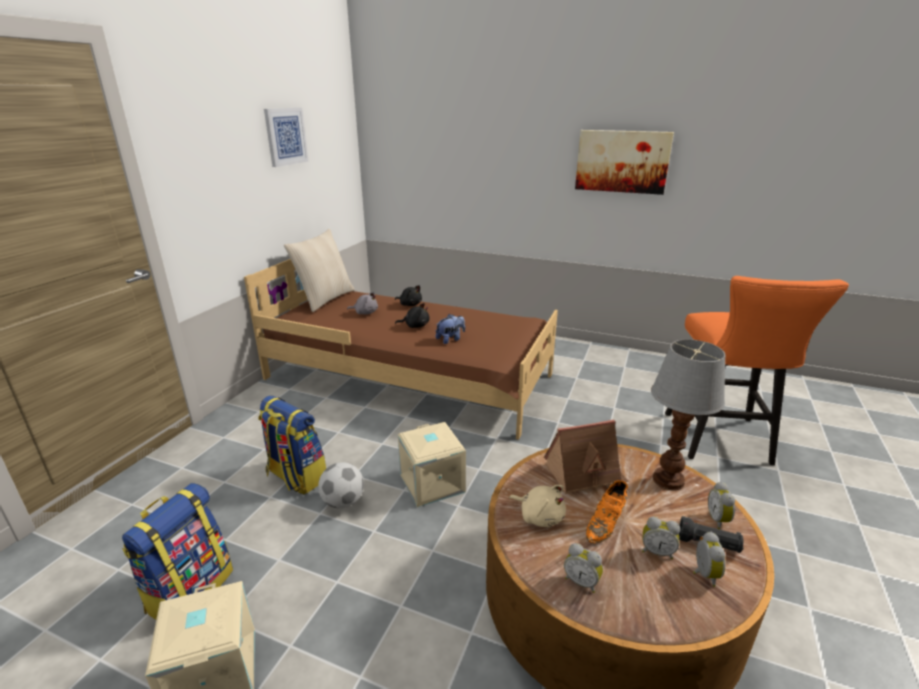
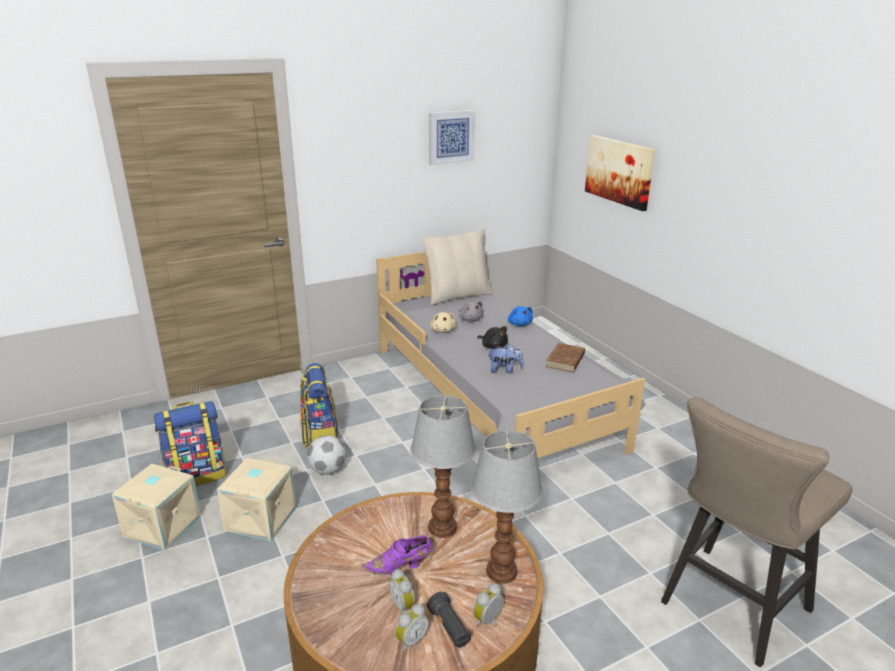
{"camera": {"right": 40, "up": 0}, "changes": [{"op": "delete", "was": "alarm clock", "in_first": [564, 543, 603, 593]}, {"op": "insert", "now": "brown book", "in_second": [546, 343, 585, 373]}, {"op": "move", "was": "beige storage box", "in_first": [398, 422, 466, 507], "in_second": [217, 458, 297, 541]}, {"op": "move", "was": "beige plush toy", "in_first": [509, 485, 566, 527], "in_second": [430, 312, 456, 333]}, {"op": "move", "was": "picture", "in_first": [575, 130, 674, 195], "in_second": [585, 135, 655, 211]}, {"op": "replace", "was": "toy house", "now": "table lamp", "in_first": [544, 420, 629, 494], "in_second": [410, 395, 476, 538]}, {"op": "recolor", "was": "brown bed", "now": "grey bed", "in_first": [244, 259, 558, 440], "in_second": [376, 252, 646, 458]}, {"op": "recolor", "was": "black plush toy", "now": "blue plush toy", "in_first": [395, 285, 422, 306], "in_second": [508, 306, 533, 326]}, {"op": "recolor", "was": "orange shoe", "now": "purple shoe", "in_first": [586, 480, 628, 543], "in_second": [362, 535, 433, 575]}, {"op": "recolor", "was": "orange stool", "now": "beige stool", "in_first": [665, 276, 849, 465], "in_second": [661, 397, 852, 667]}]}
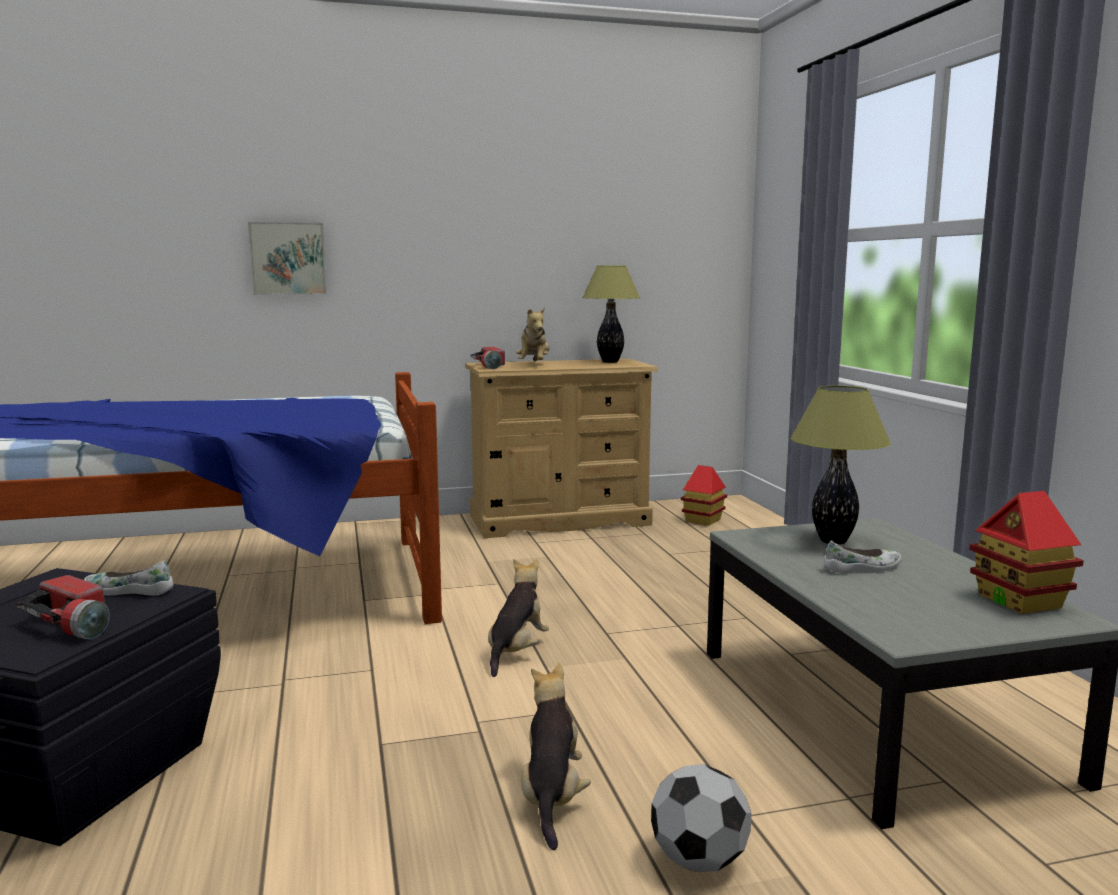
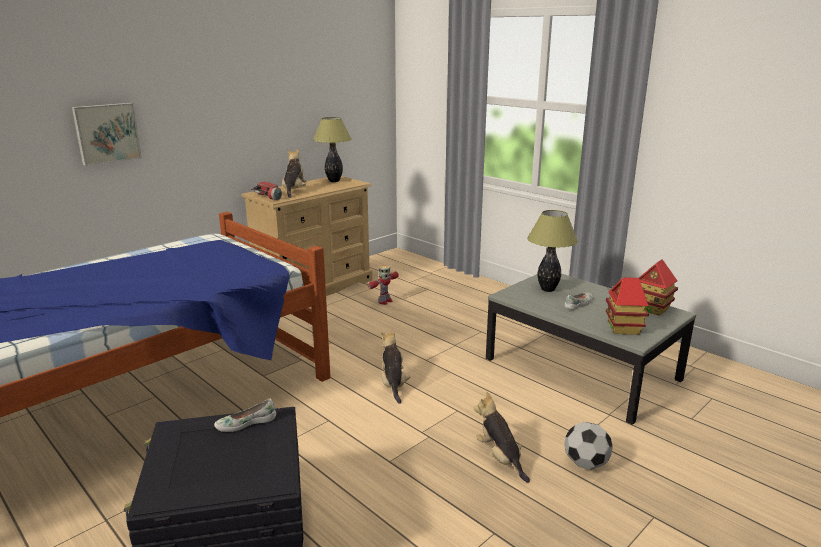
{"camera": {"right": -30, "up": 10}, "changes": [{"op": "delete", "was": "flashlight", "in_first": [16, 575, 110, 639]}, {"op": "insert", "now": "toy robot", "in_second": [368, 265, 399, 305]}, {"op": "move", "was": "toy house", "in_first": [681, 465, 727, 526], "in_second": [606, 277, 649, 335]}, {"op": "rotate", "was": "plush toy", "in_first": [516, 307, 550, 361], "in_second": [282, 149, 307, 198], "clockwise": -150}]}
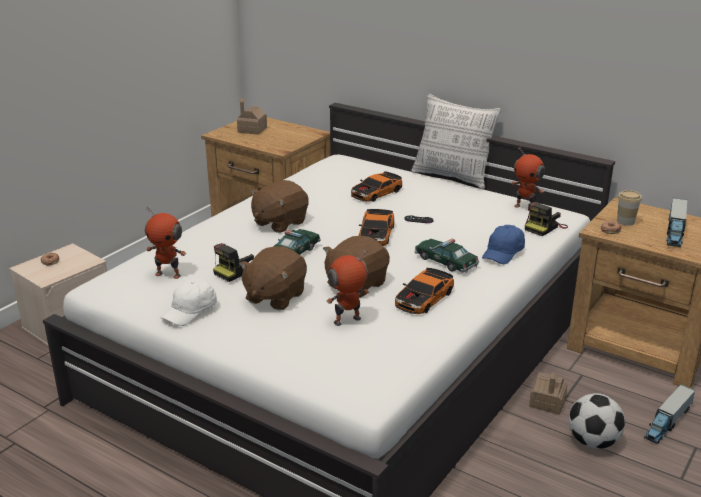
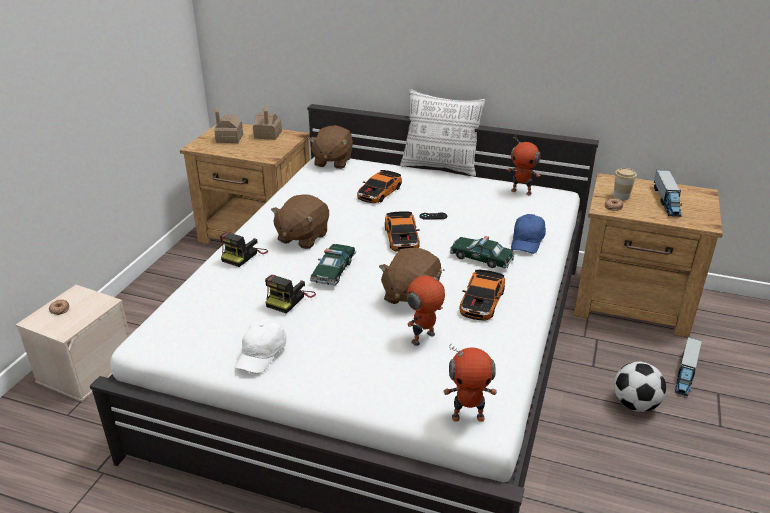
{"camera": {"right": -15, "up": 5}, "changes": [{"op": "move", "was": "toy robot", "in_first": [145, 206, 186, 279], "in_second": [443, 344, 497, 422]}, {"op": "move", "was": "brown plush toy", "in_first": [239, 246, 307, 310], "in_second": [309, 125, 353, 169]}, {"op": "move", "was": "photo camera", "in_first": [525, 202, 568, 236], "in_second": [220, 232, 268, 267]}, {"op": "move", "was": "toy house", "in_first": [529, 372, 568, 415], "in_second": [253, 106, 282, 140]}]}
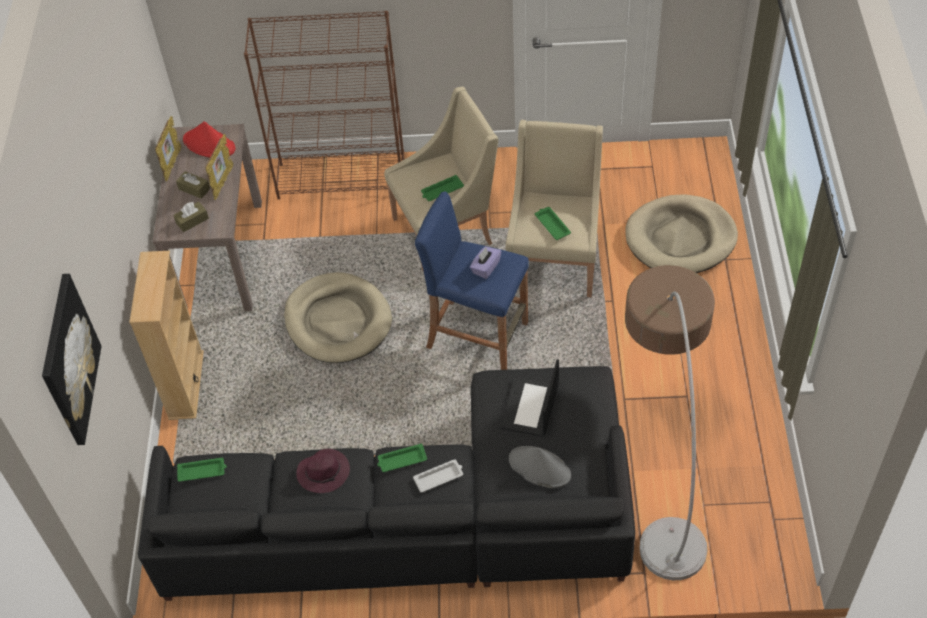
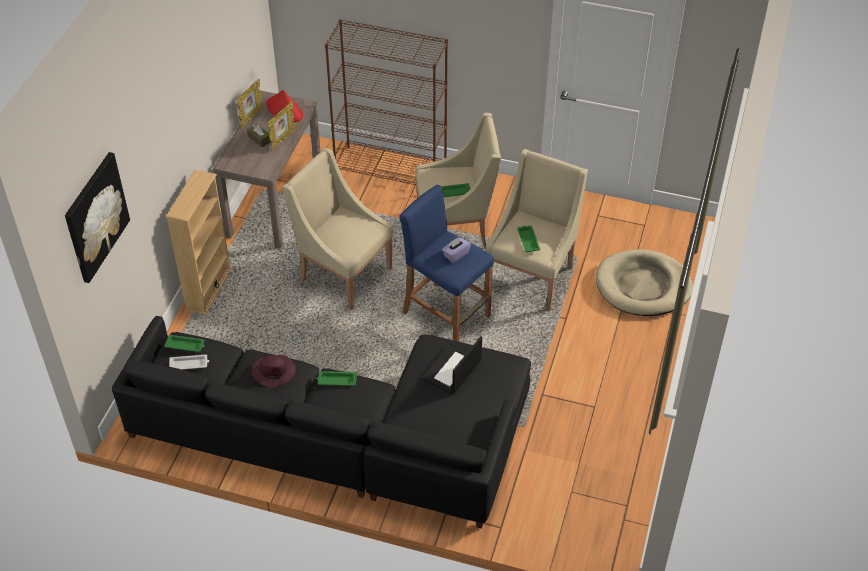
{"camera": {"right": 15, "up": -5}, "changes": [{"op": "delete", "was": "brown tissue box", "in_first": [173, 201, 209, 232]}, {"op": "delete", "was": "grey hat", "in_first": [509, 446, 571, 488]}, {"op": "delete", "was": "floor lamp", "in_first": [625, 265, 715, 580]}, {"op": "move", "was": "white tray", "in_first": [413, 459, 463, 493], "in_second": [169, 355, 209, 370]}, {"op": "replace", "was": "beige dog bed", "now": "beige armchair", "in_first": [284, 272, 392, 363], "in_second": [282, 148, 393, 310]}]}
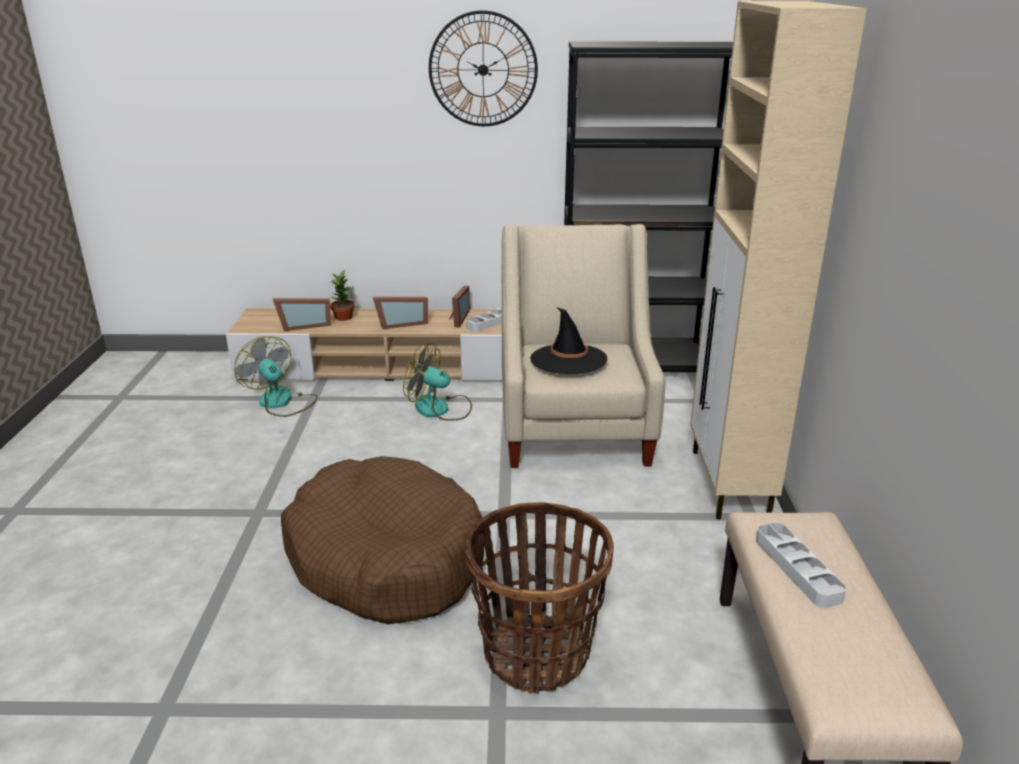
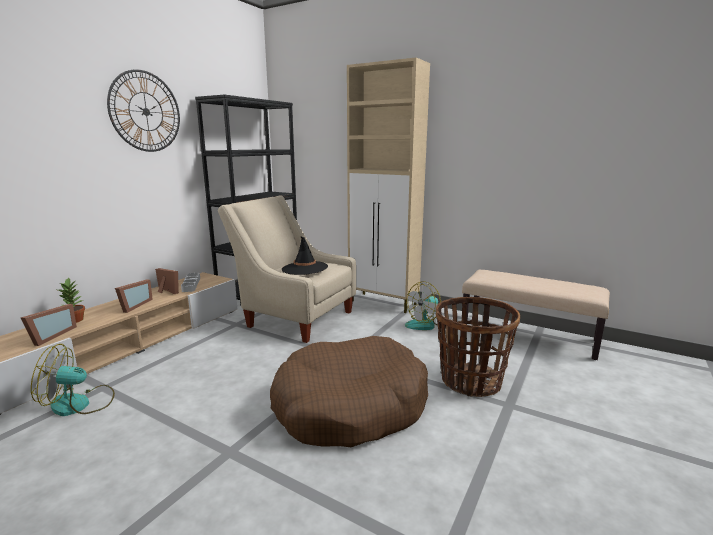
{"camera": {"right": -60, "up": -10}, "changes": [{"op": "delete", "was": "grey tray", "in_first": [756, 523, 846, 608]}, {"op": "move", "was": "fan", "in_first": [403, 343, 472, 421], "in_second": [405, 281, 441, 330]}]}
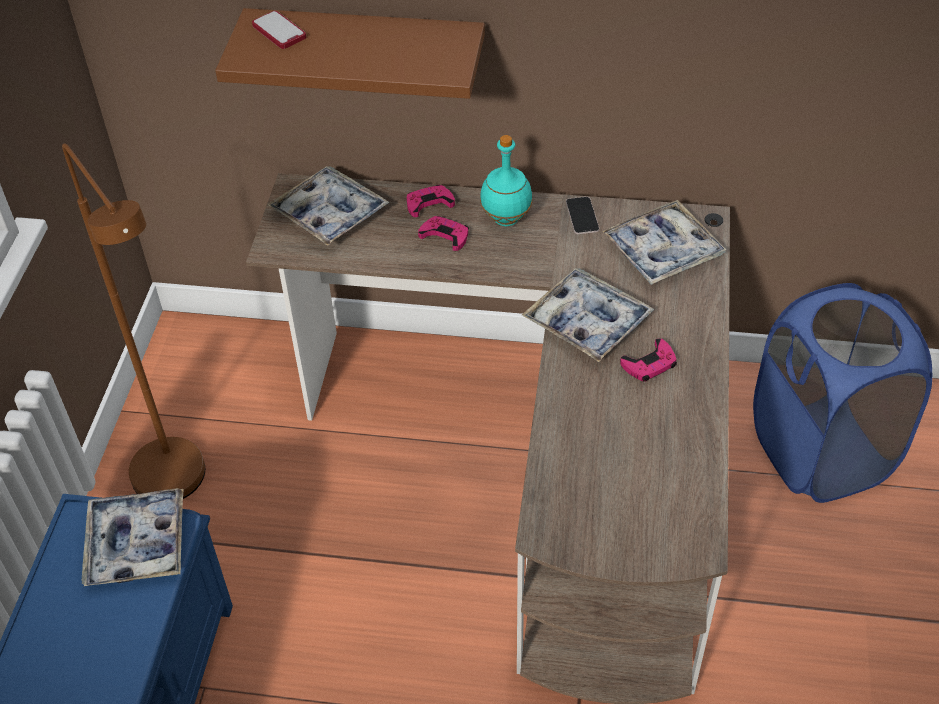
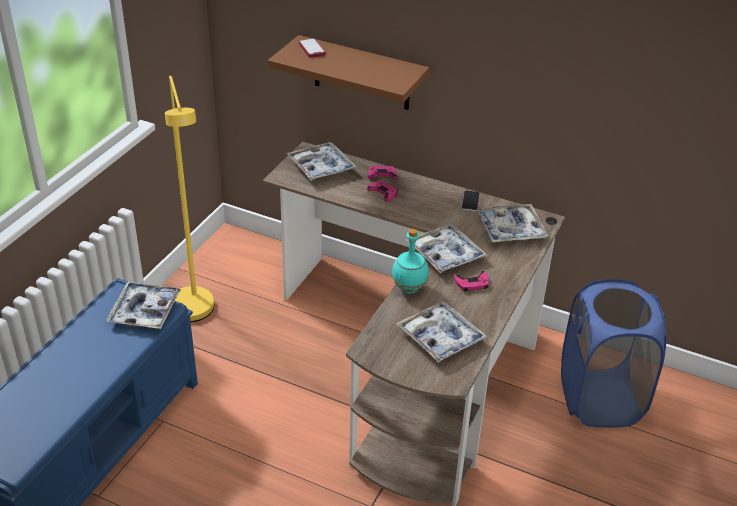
{"camera": {"right": 15, "up": -10}, "changes": [{"op": "insert", "now": "tray", "in_second": [396, 302, 487, 363]}, {"op": "move", "was": "turquoise bottle", "in_first": [480, 135, 533, 226], "in_second": [392, 229, 429, 294]}, {"op": "recolor", "was": "brown floor lamp", "now": "yellow floor lamp", "in_first": [62, 143, 205, 499], "in_second": [165, 76, 214, 322]}]}
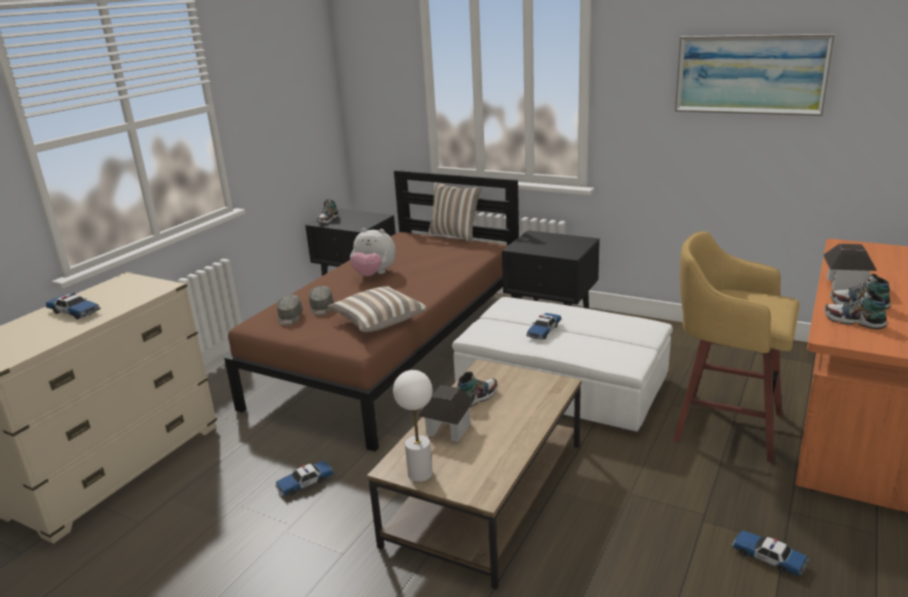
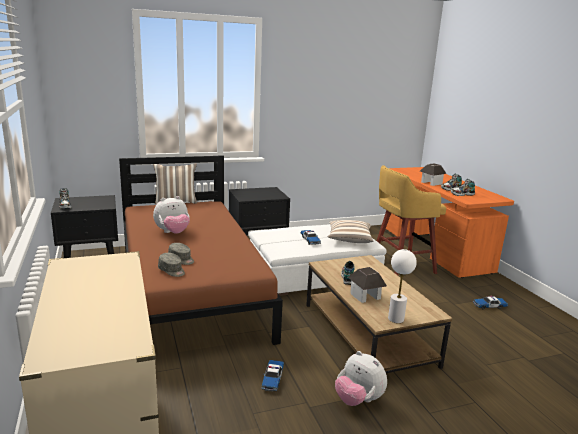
{"camera": {"right": -50, "up": -5}, "changes": [{"op": "delete", "was": "toy car", "in_first": [45, 293, 100, 319]}, {"op": "delete", "was": "picture", "in_first": [675, 34, 835, 116]}, {"op": "insert", "now": "plush toy", "in_second": [335, 351, 387, 406]}, {"op": "move", "was": "pillow", "in_first": [327, 286, 427, 332], "in_second": [328, 220, 373, 243]}]}
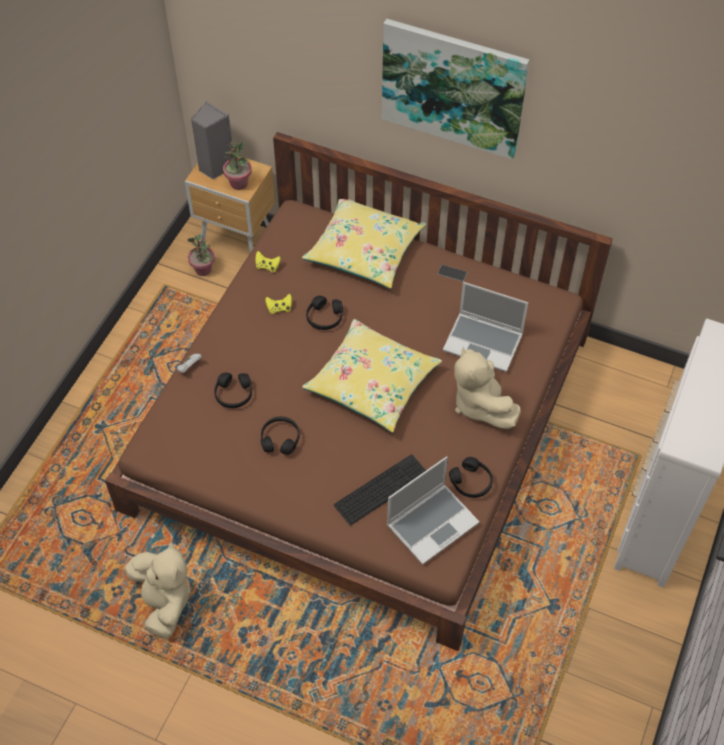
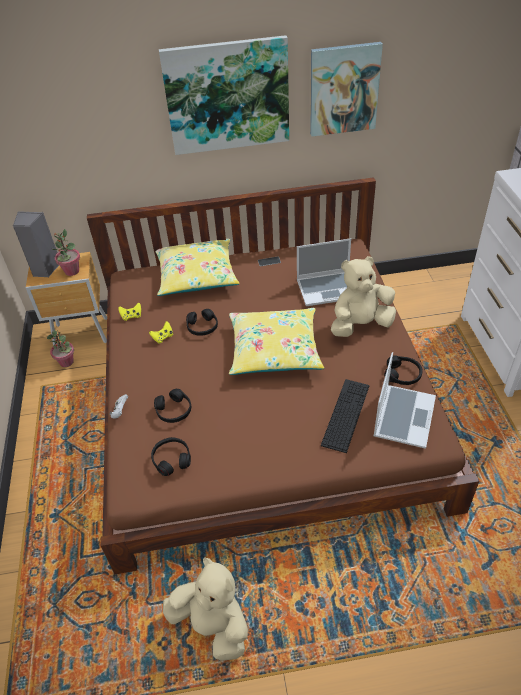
{"camera": {"right": -30, "up": -10}, "changes": [{"op": "insert", "now": "picture", "in_second": [310, 42, 383, 136]}, {"op": "move", "was": "black headphones", "in_first": [261, 417, 300, 455], "in_second": [151, 437, 191, 476]}, {"op": "rotate", "was": "beige plush toy", "in_first": [454, 347, 521, 429], "in_second": [331, 256, 396, 337], "clockwise": 120}]}
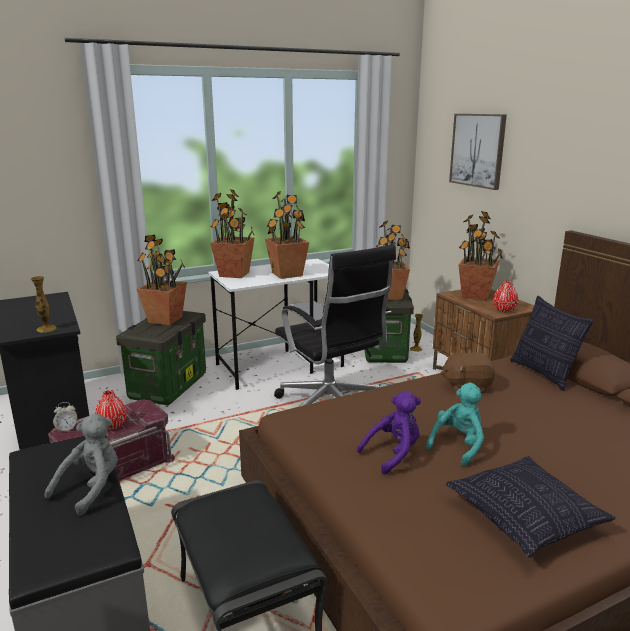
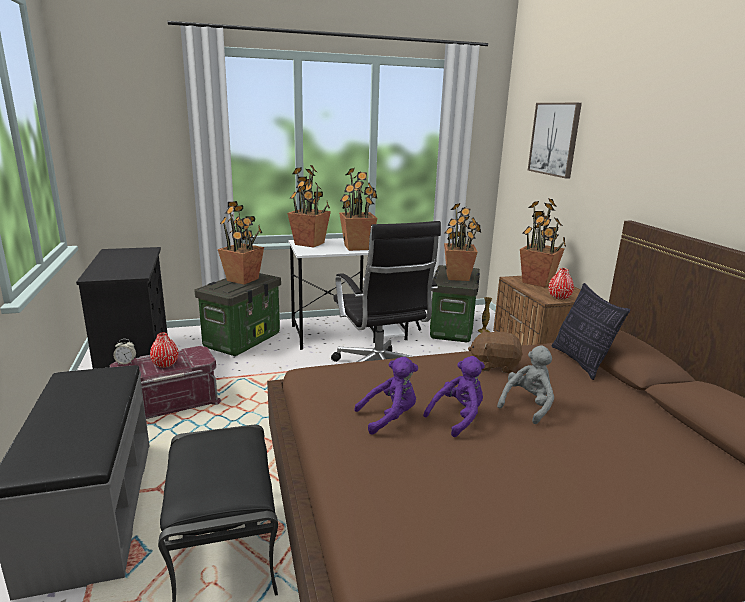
{"camera": {"right": 10, "up": 0}, "changes": [{"op": "delete", "was": "vase", "in_first": [30, 276, 56, 332]}, {"op": "delete", "was": "pillow", "in_first": [446, 456, 616, 558]}, {"op": "move", "was": "grey plush toy", "in_first": [44, 414, 118, 516], "in_second": [497, 345, 554, 424]}, {"op": "recolor", "was": "turquoise plush toy", "now": "purple plush toy", "in_first": [426, 383, 484, 466], "in_second": [423, 356, 485, 437]}]}
